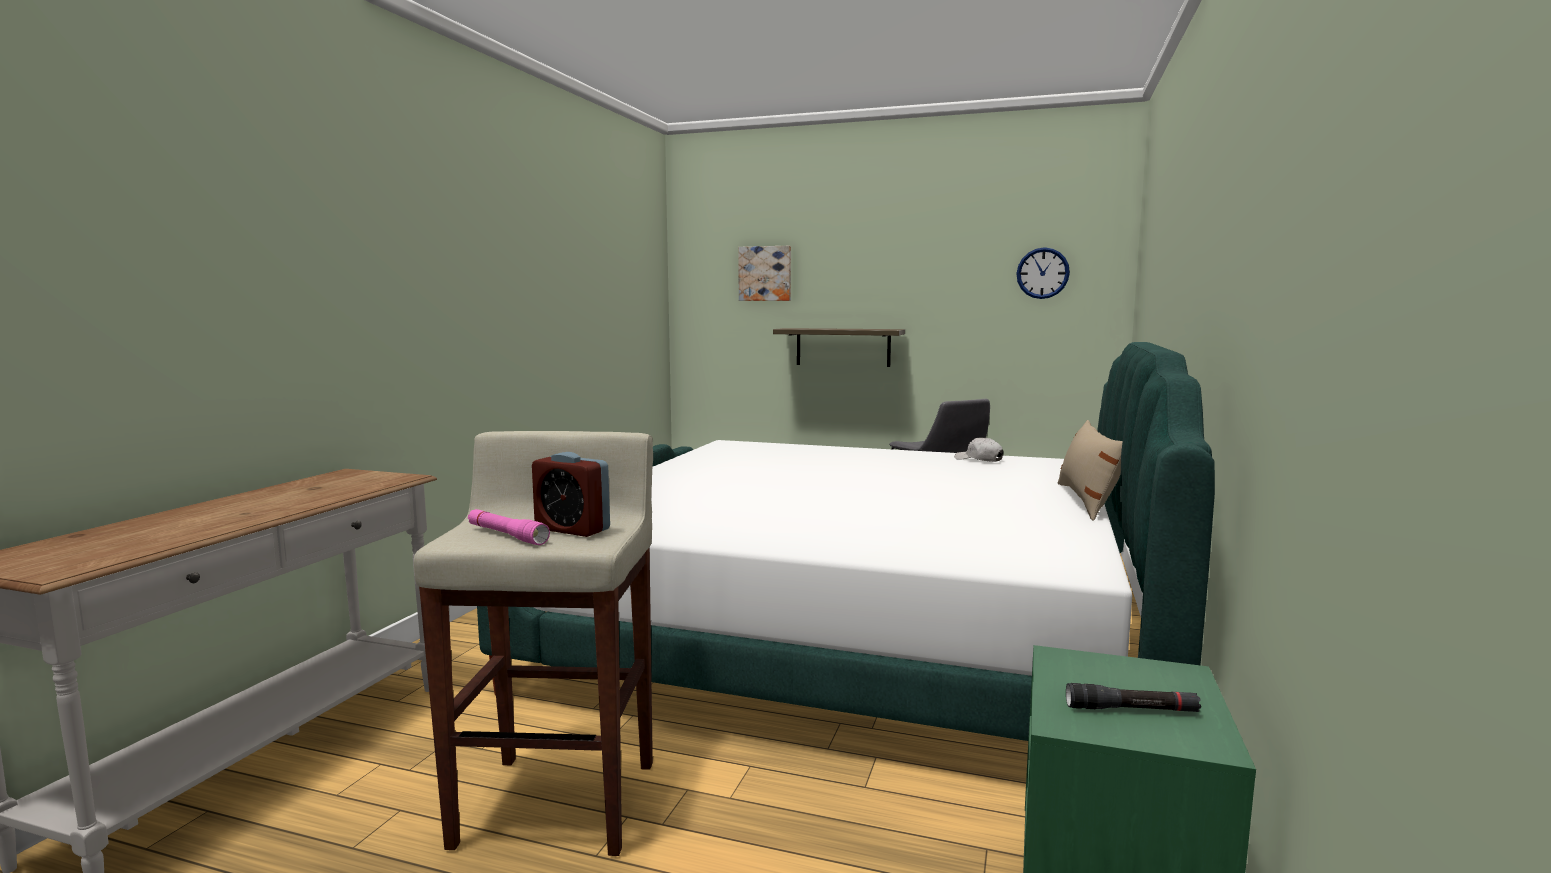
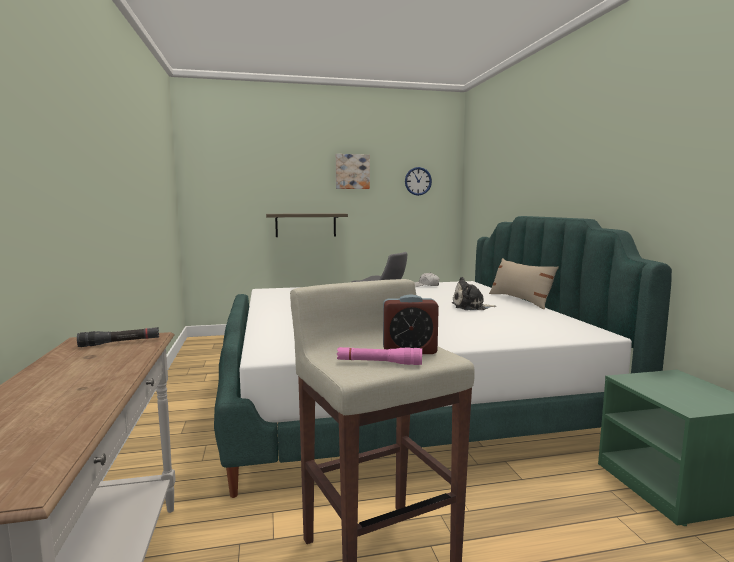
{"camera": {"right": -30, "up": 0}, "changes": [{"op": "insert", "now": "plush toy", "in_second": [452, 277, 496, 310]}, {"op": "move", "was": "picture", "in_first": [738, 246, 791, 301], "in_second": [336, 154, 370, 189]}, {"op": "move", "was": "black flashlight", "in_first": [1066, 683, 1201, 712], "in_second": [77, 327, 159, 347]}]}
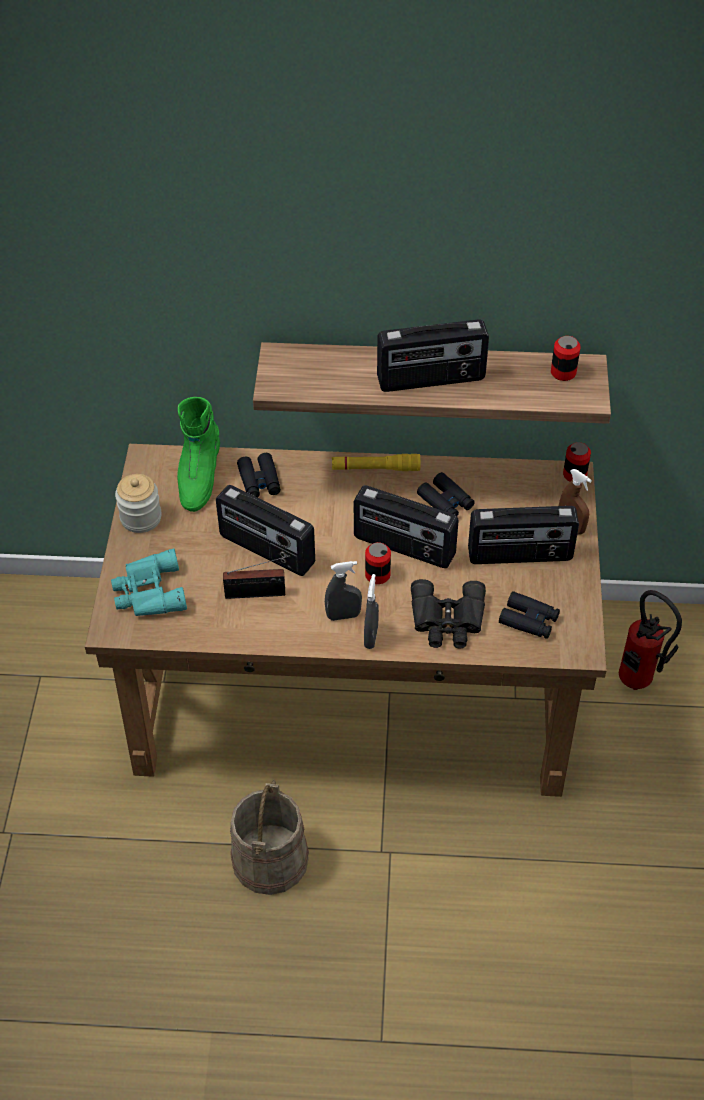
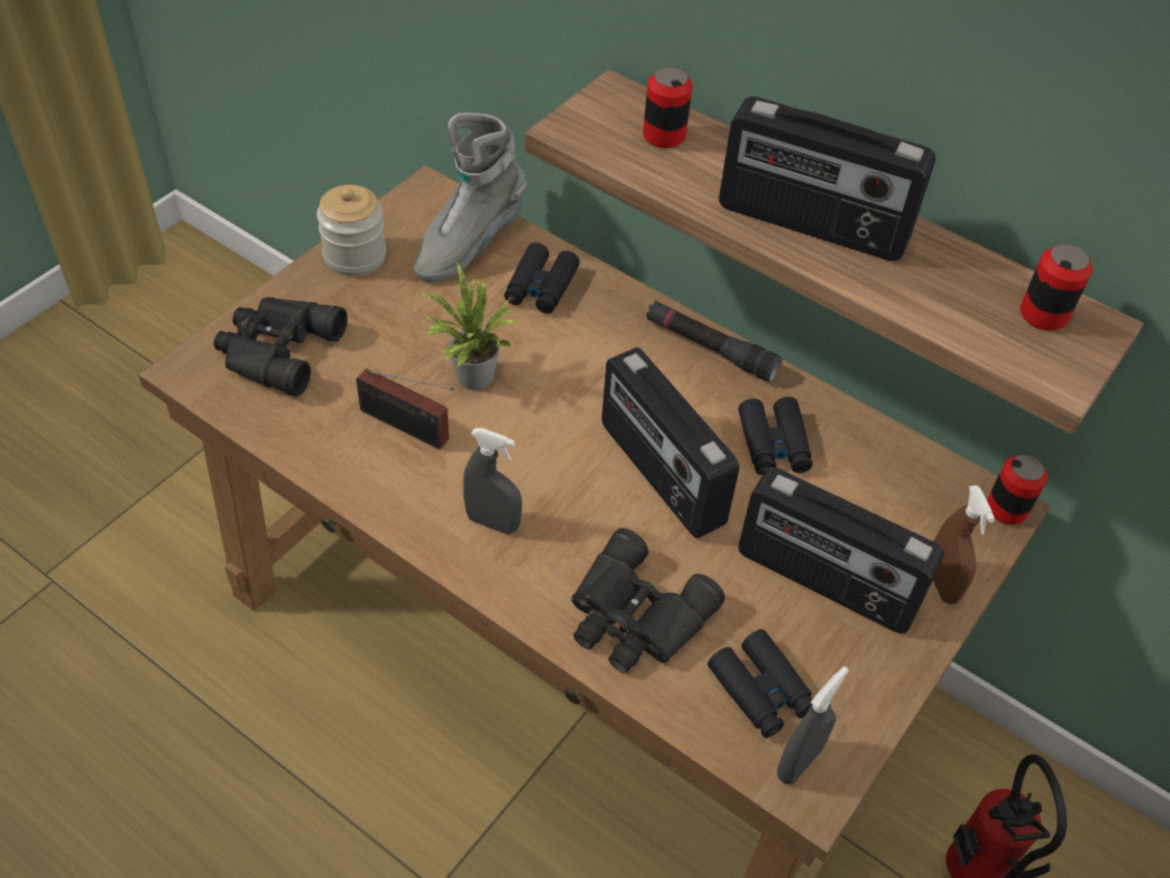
{"camera": {"right": 30, "up": 0}, "changes": [{"op": "delete", "was": "beige bucket", "in_first": [230, 780, 309, 895]}, {"op": "move", "was": "grey spray bottle", "in_first": [364, 574, 379, 649], "in_second": [777, 666, 849, 784]}, {"op": "move", "was": "can", "in_first": [365, 542, 391, 584], "in_second": [643, 67, 692, 148]}, {"op": "replace", "was": "radio", "now": "potted plant", "in_first": [216, 485, 315, 576], "in_second": [417, 262, 518, 390]}, {"op": "recolor", "was": "turquoise binoculars", "now": "black binoculars", "in_first": [111, 549, 187, 616], "in_second": [214, 297, 347, 396]}, {"op": "recolor", "was": "green boot", "now": "grey boot", "in_first": [177, 397, 220, 512], "in_second": [413, 113, 527, 282]}, {"op": "recolor", "was": "yellow flashlight", "now": "black flashlight", "in_first": [332, 454, 420, 471], "in_second": [646, 301, 782, 382]}]}
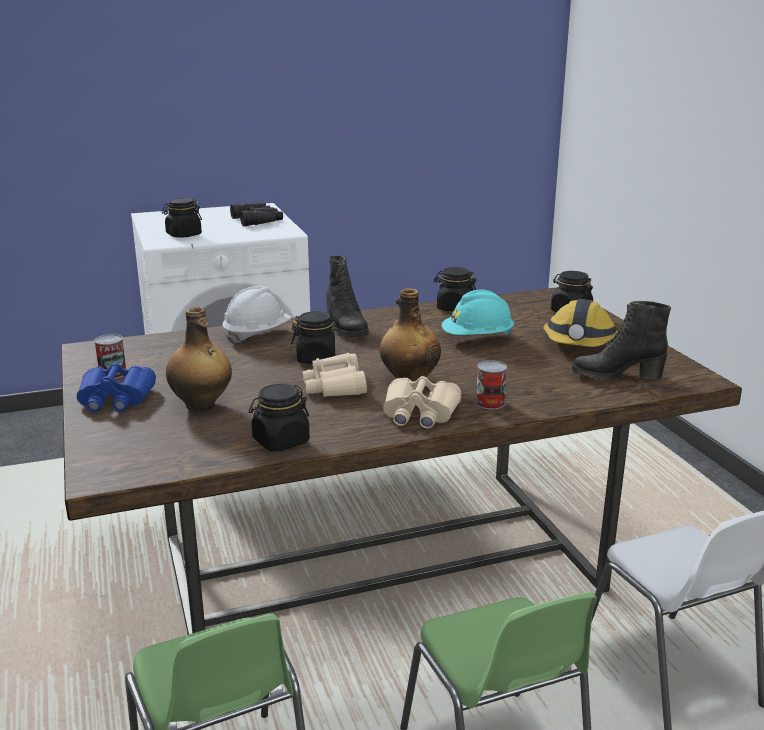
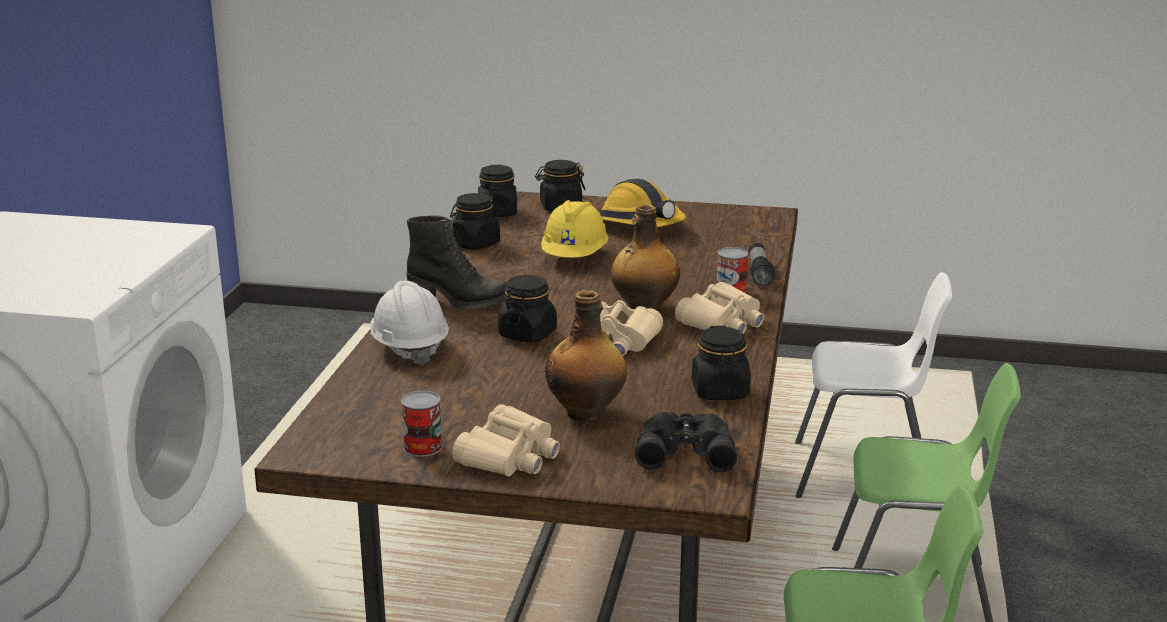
{"camera": {"right": -60, "up": 0}, "changes": [{"op": "delete", "was": "black boot", "in_first": [572, 301, 671, 381]}, {"op": "insert", "now": "flashlight", "in_second": [748, 243, 775, 286]}, {"op": "move", "was": "black jar", "in_first": [162, 198, 202, 237], "in_second": [478, 165, 517, 217]}, {"op": "move", "was": "black binoculars", "in_first": [230, 203, 283, 226], "in_second": [635, 412, 737, 472]}, {"op": "recolor", "was": "blue binoculars", "now": "beige binoculars", "in_first": [77, 363, 156, 413], "in_second": [452, 404, 560, 476]}, {"op": "recolor", "was": "turquoise hard hat", "now": "yellow hard hat", "in_first": [442, 290, 514, 335], "in_second": [541, 200, 608, 258]}]}
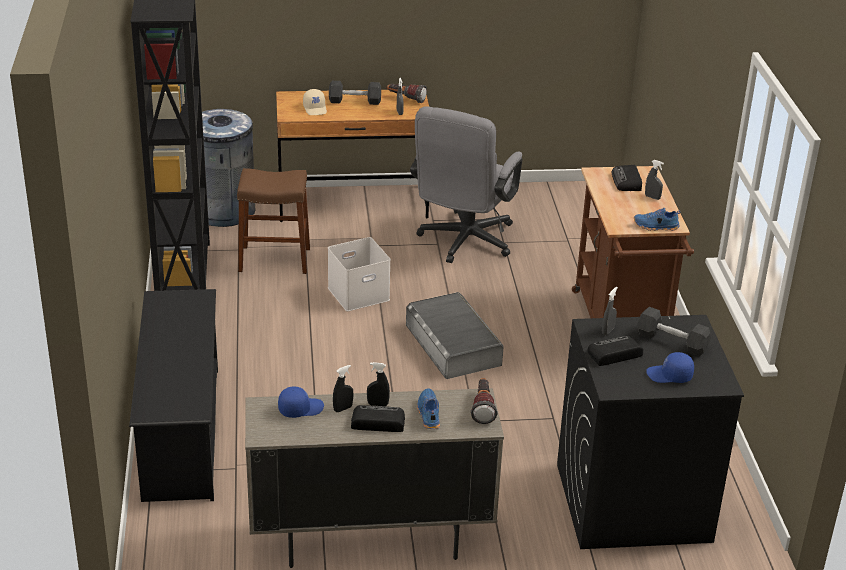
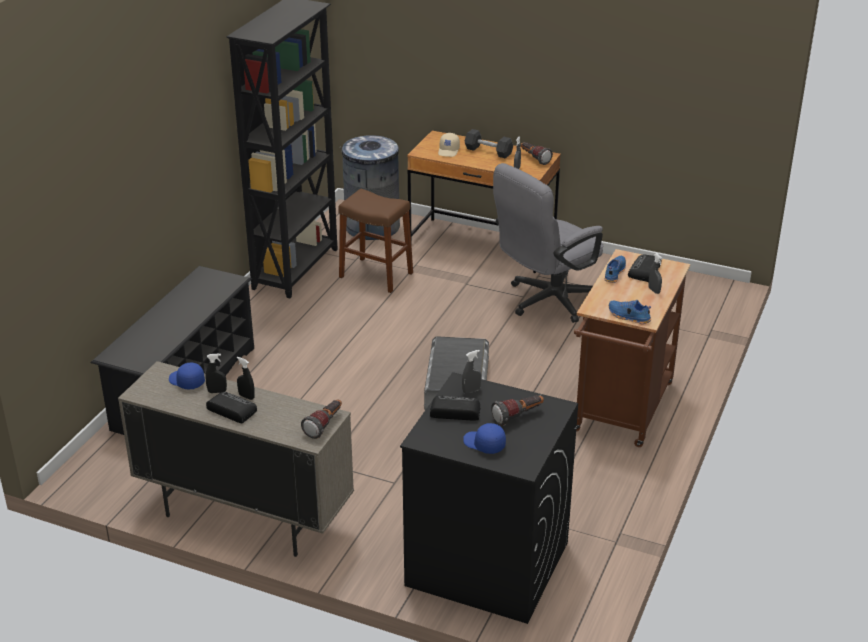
{"camera": {"right": 30, "up": 0}, "changes": [{"op": "delete", "was": "white storage box", "in_first": [328, 237, 391, 311]}, {"op": "move", "was": "blue shoe", "in_first": [417, 388, 440, 429], "in_second": [604, 256, 626, 283]}, {"op": "replace", "was": "black dumbbell", "now": "flashlight", "in_first": [637, 307, 711, 356], "in_second": [491, 395, 544, 426]}, {"op": "rotate", "was": "blue cap", "in_first": [278, 387, 324, 418], "in_second": [169, 363, 205, 389], "clockwise": -150}]}
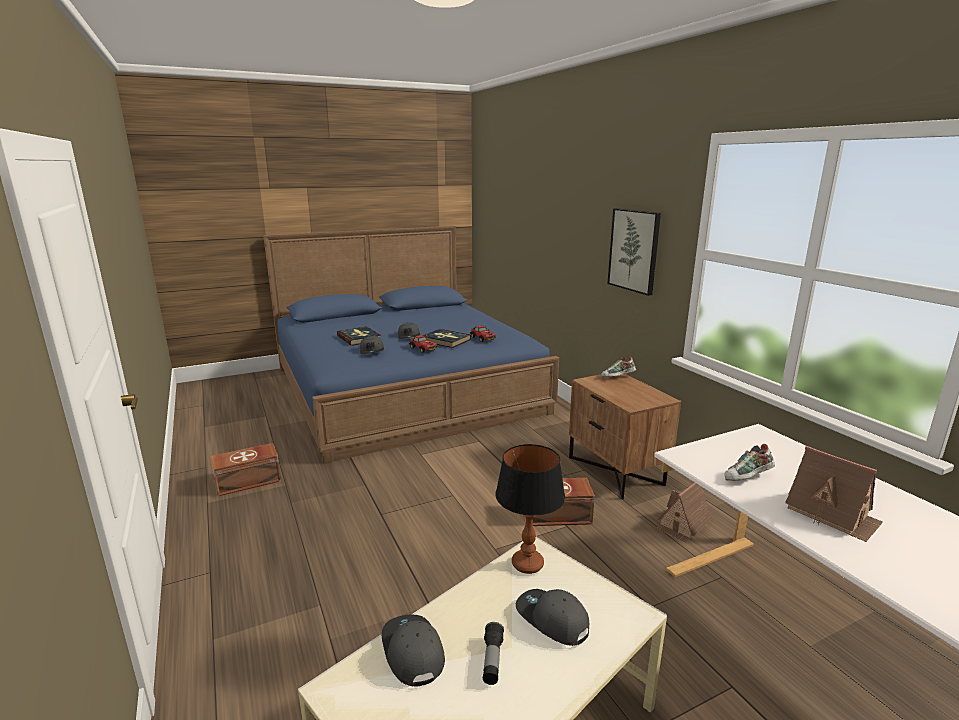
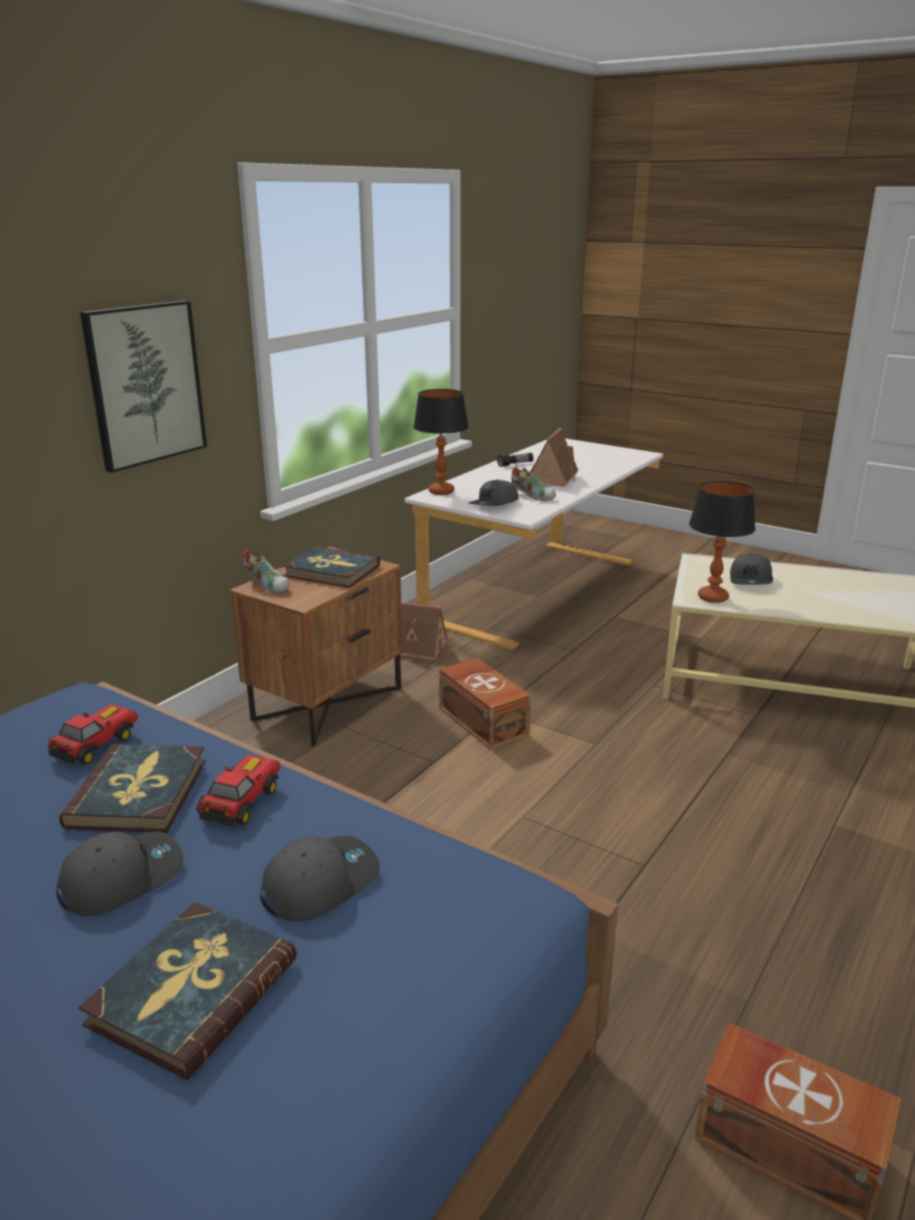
{"camera": {"right": -120, "up": 5}, "changes": [{"op": "insert", "now": "book", "in_second": [283, 546, 380, 588]}, {"op": "insert", "now": "table lamp", "in_second": [413, 389, 469, 495]}, {"op": "move", "was": "grey cap", "in_first": [382, 615, 445, 687], "in_second": [468, 479, 519, 506]}, {"op": "move", "was": "flashlight", "in_first": [483, 622, 504, 685], "in_second": [497, 453, 533, 467]}]}
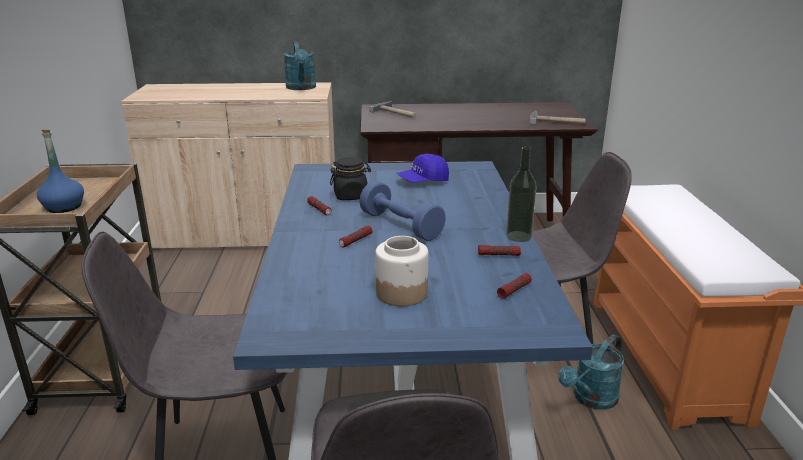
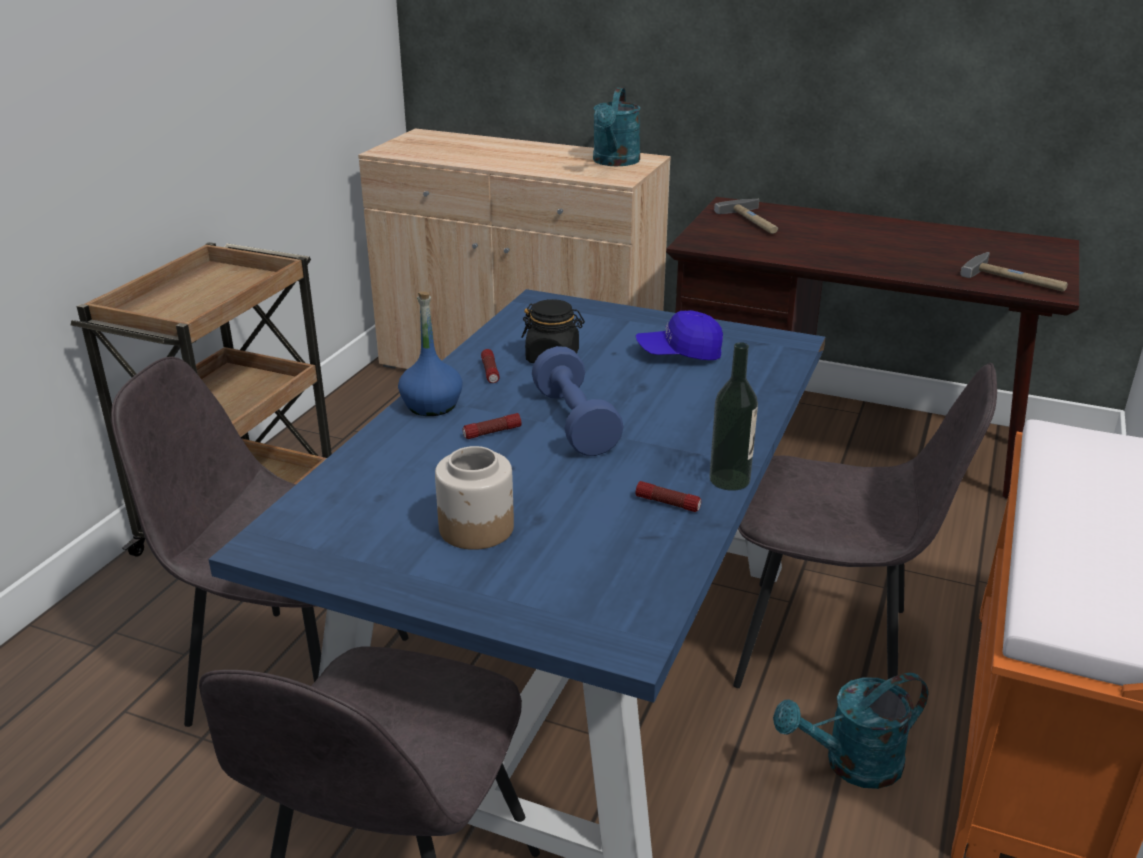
{"camera": {"right": 25, "up": 5}, "changes": [{"op": "delete", "was": "flashlight", "in_first": [497, 273, 532, 299]}, {"op": "move", "was": "blue bottle", "in_first": [37, 129, 84, 213], "in_second": [398, 291, 463, 416]}]}
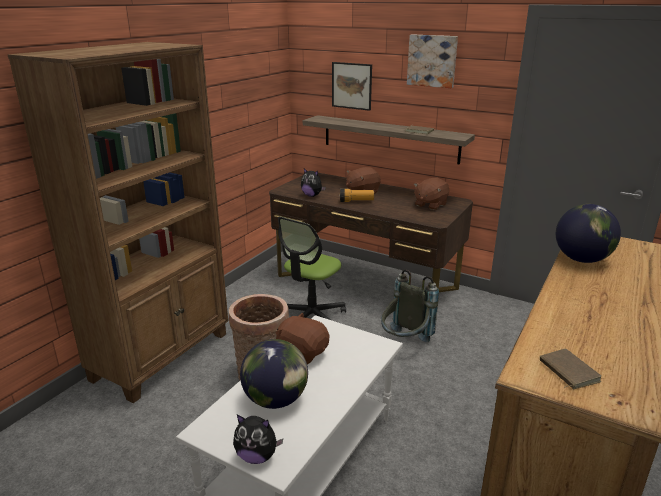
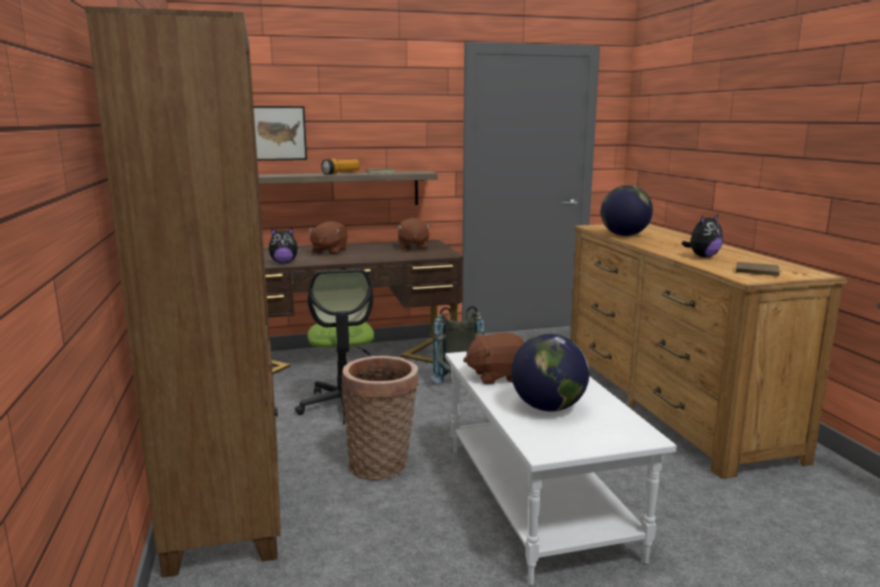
{"camera": {"right": -45, "up": -10}, "changes": [{"op": "delete", "was": "picture", "in_first": [407, 34, 458, 88]}, {"op": "move", "was": "plush toy", "in_first": [233, 415, 283, 464], "in_second": [681, 214, 723, 257]}, {"op": "move", "was": "flashlight", "in_first": [340, 189, 374, 202], "in_second": [321, 159, 360, 175]}]}
